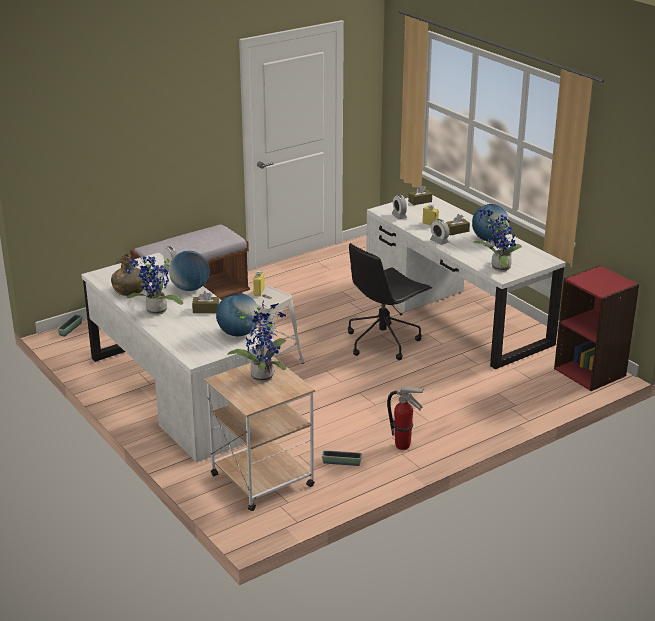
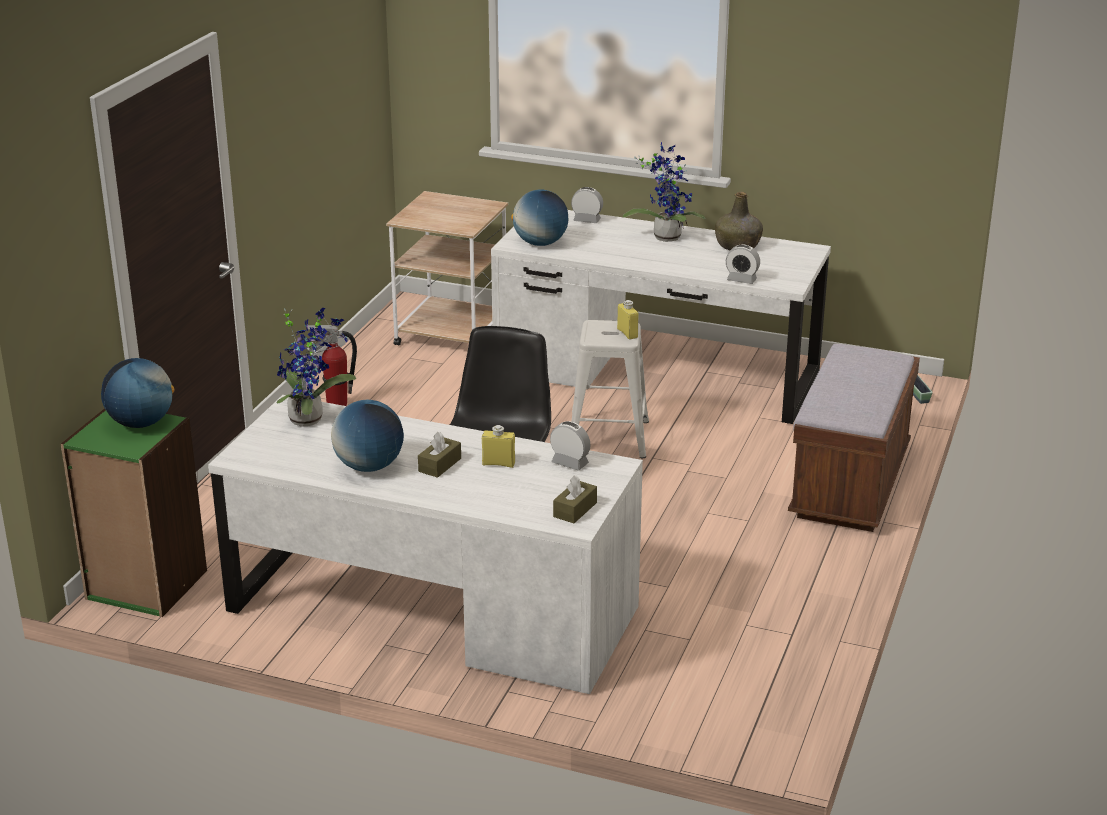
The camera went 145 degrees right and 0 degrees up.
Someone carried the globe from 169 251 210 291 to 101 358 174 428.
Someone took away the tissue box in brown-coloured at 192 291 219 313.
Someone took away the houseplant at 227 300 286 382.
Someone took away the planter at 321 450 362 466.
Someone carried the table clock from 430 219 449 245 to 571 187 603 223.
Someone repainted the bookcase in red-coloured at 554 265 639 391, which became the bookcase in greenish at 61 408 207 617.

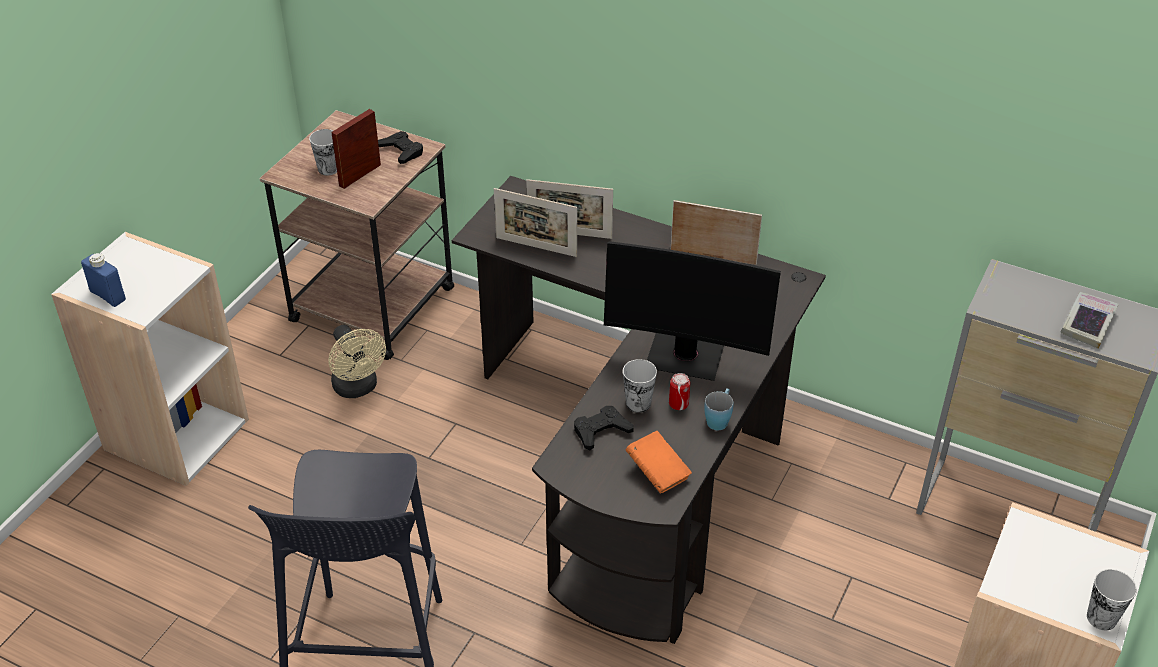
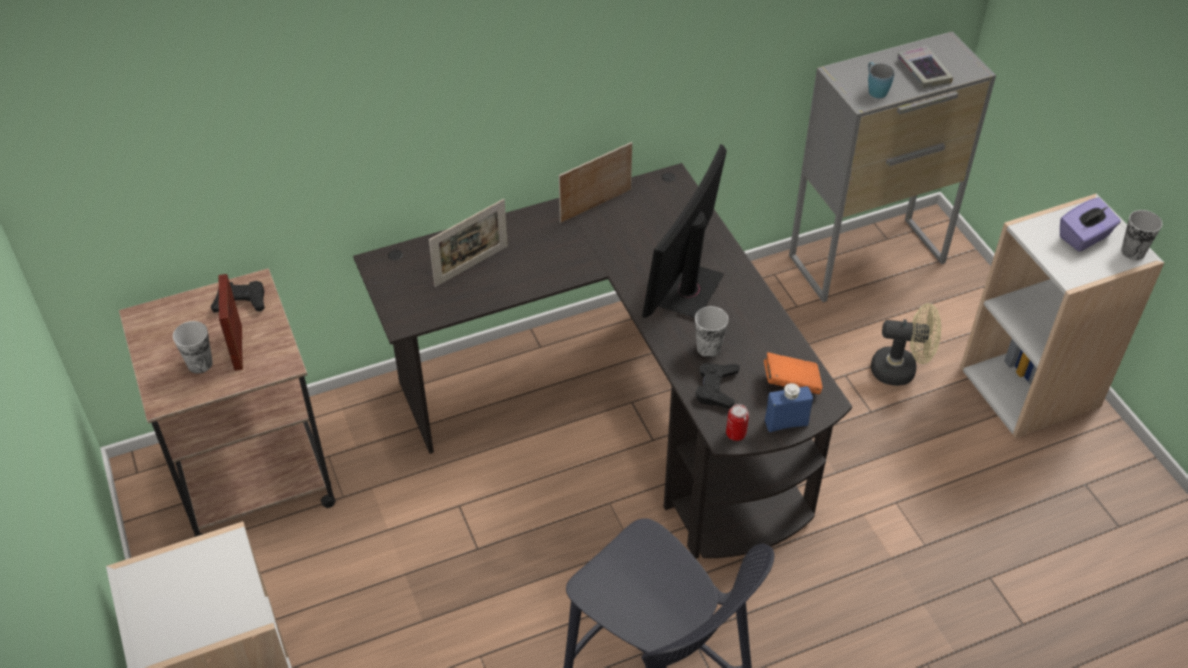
The camera went 50 degrees left and 5 degrees up.
Someone carried the bottle in bluish from 81 253 126 307 to 765 383 813 432.
Someone carried the electric fan in sand-coloured from 328 325 386 398 to 871 303 941 386.
Someone took away the picture frame at 494 188 577 257.
Someone rotated the monitor at 604 241 781 381 by 150 degrees clockwise.
Someone carried the sealed can from 669 373 690 410 to 726 404 749 441.
Someone carried the tea mug in bluish from 704 388 733 430 to 868 62 895 98.
Someone put down the tissue box in purplish at 1060 198 1121 252.

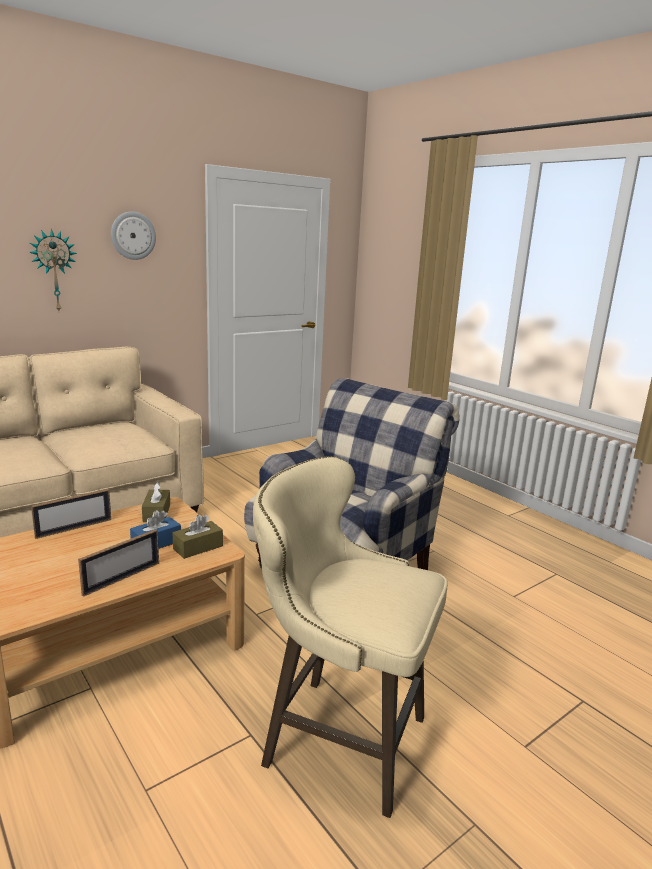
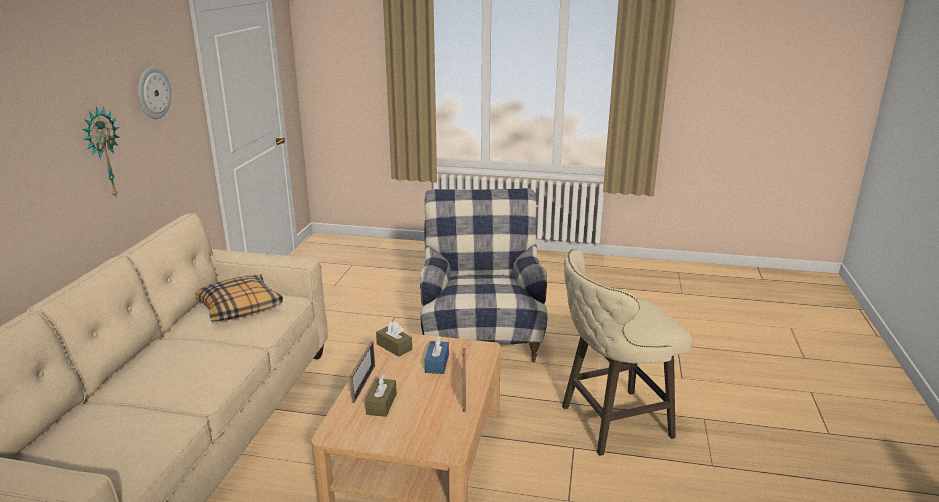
The camera went 40 degrees left and 5 degrees up.
Someone carried the tissue box in brown-coloured from 173 514 223 559 to 365 375 397 417.
Someone put down the throw pillow at 195 275 283 322.

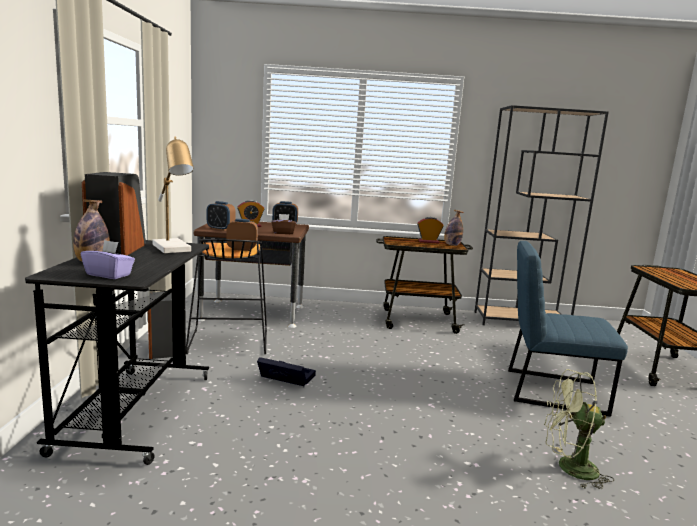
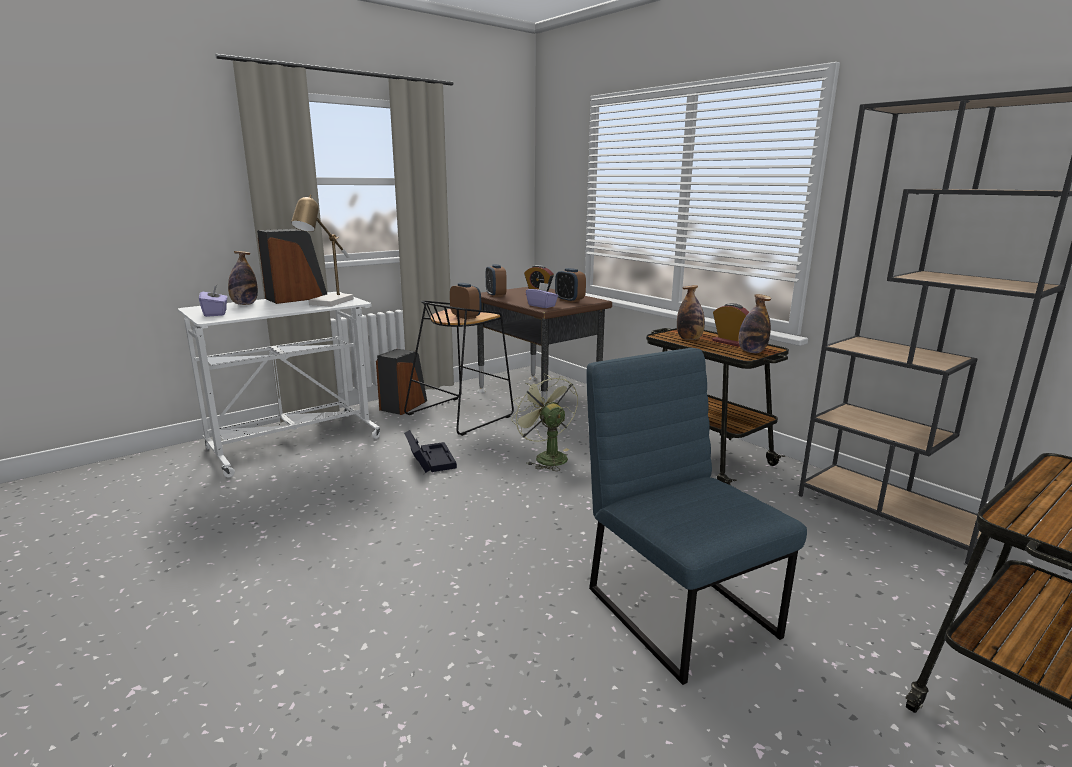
The camera went 50 degrees right and 5 degrees up.
Someone repainted the desk table in black at 25 240 209 465, which became the desk table in white at 178 292 380 478.
Someone repainted the tissue box in brown-coloured at 271 214 296 234, which became the tissue box in purplish at 526 282 558 308.
Someone carried the electric fan in greenish from 544 369 614 489 to 511 374 578 471.
Someone put down the bottle at 677 285 705 340.

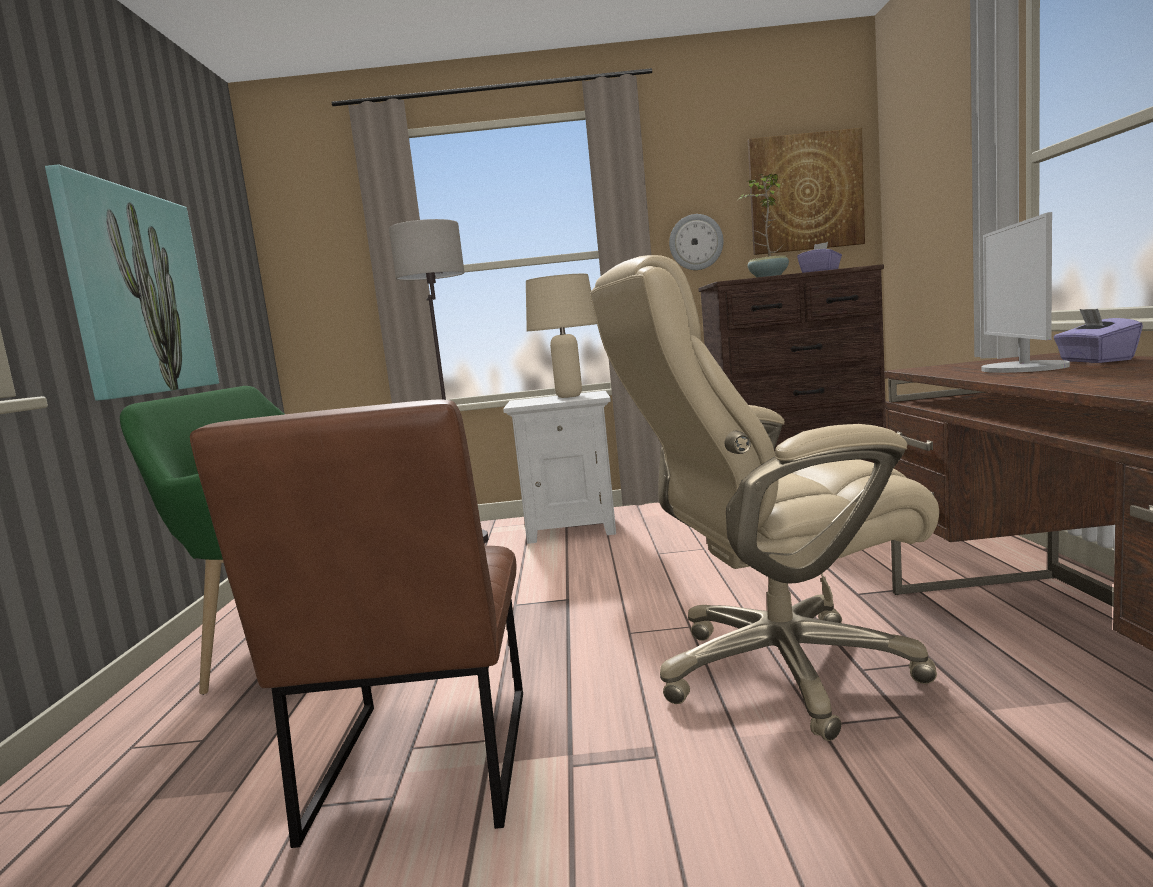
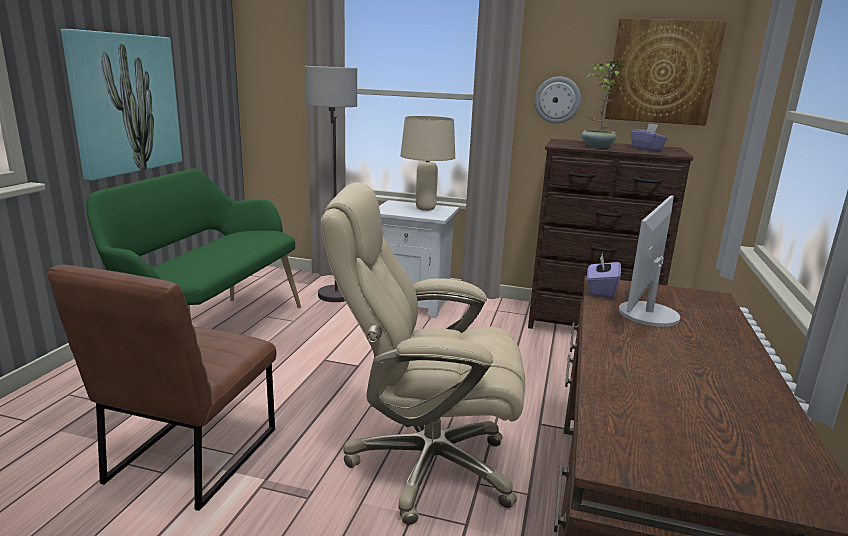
The camera went 15 degrees right and 10 degrees up.
Someone carried the tissue box in purplish from 1054 309 1143 363 to 587 254 621 299.

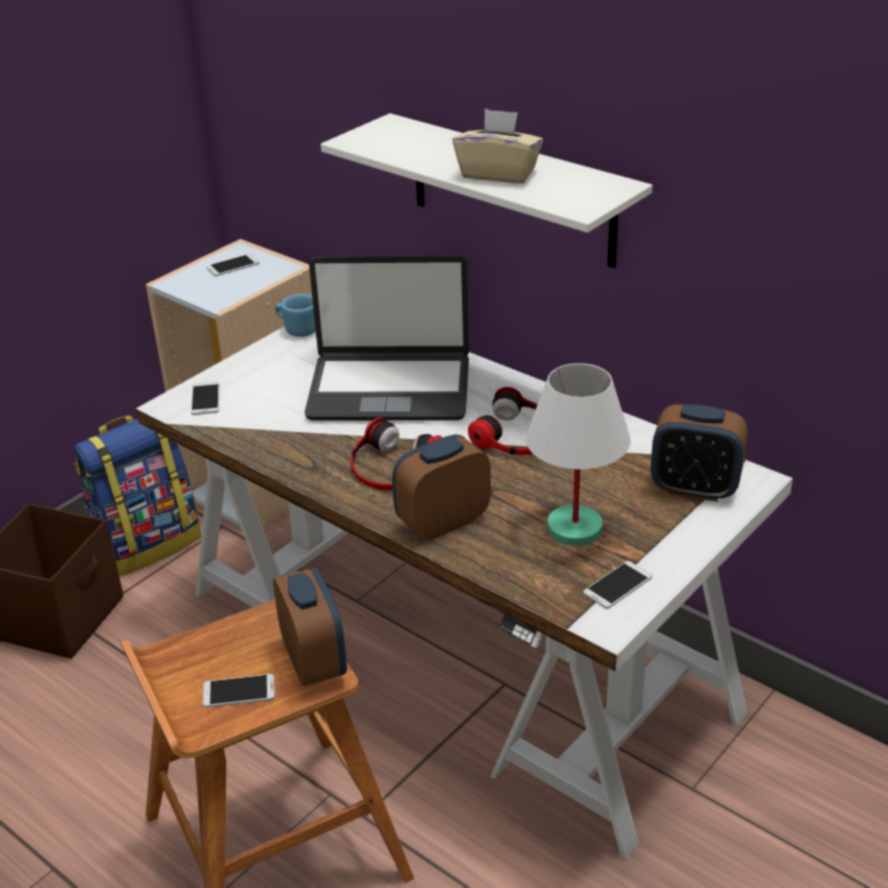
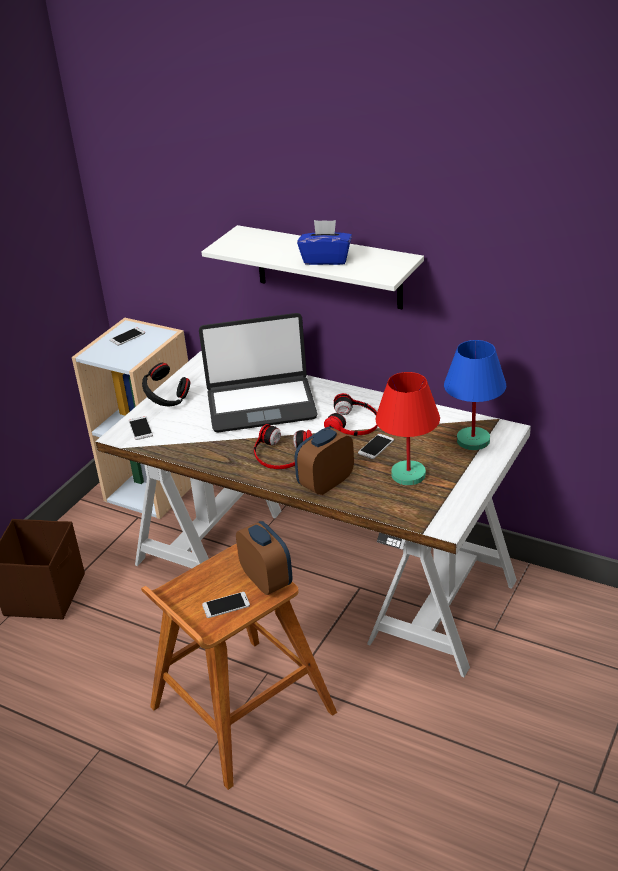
The camera went 10 degrees left and 0 degrees up.
Someone took away the rucksack at 75 416 201 576.
Someone took away the tea mug in bluish at 275 294 316 337.
Someone repainted the tissue box in sand-coloured at 453 109 543 184, which became the tissue box in bluish at 297 220 352 265.
Someone repainted the tabletop lamp in white at 526 363 630 546, which became the tabletop lamp in red-coloured at 375 372 440 485.
Someone carried the phone from 583 561 652 609 to 358 434 394 459.
Someone swapped the table clock at 651 404 748 502 for the tabletop lamp in bluish at 444 340 506 450.
Someone put down the headphones in black at 142 363 190 407.

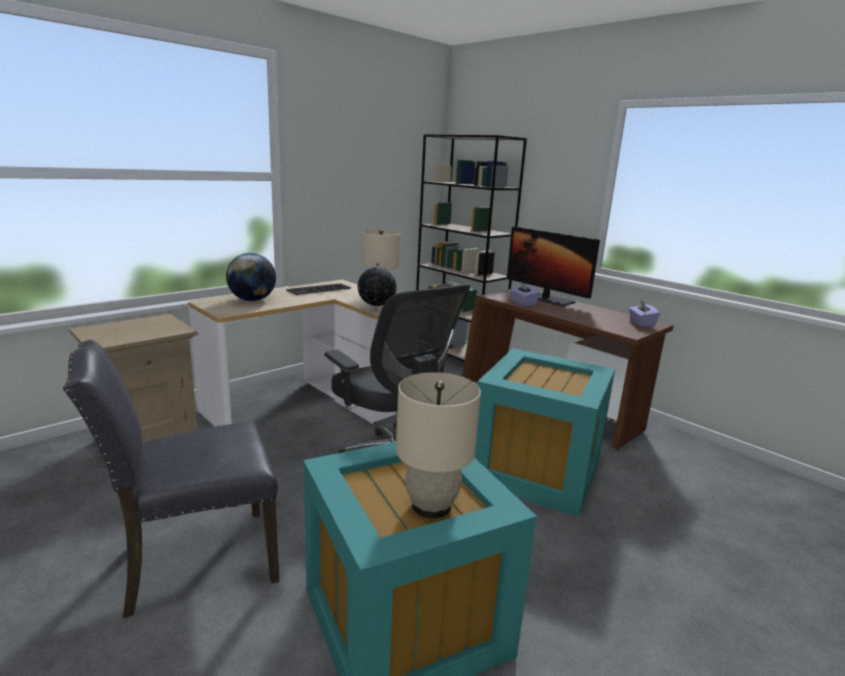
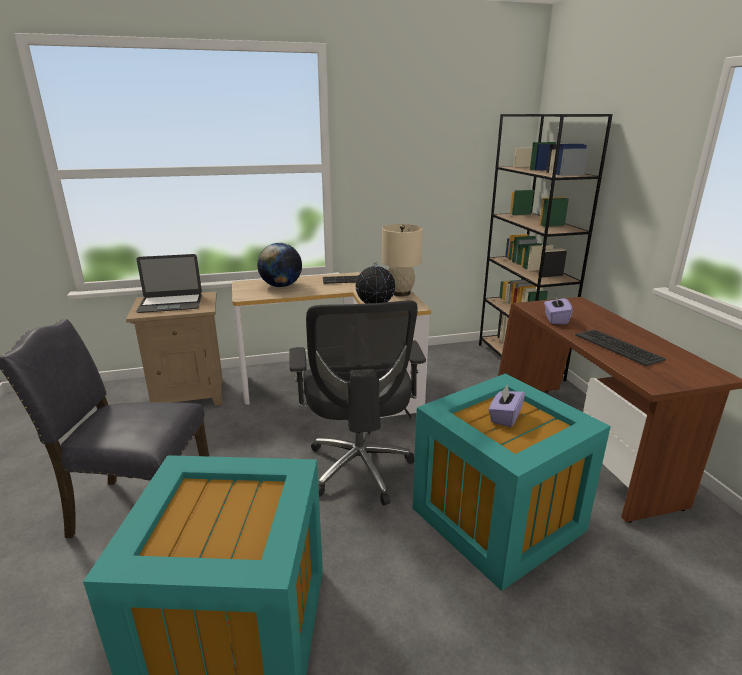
The camera went 30 degrees right and 5 degrees up.
Someone took away the tabletop lamp in sand-coloured at 396 372 481 518.
Someone took away the monitor at 507 227 600 306.
Someone carried the tissue box in purplish from 629 299 660 327 to 489 384 525 428.
Someone put down the laptop at 136 254 202 313.
Someone put down the keyboard at 575 330 666 366.

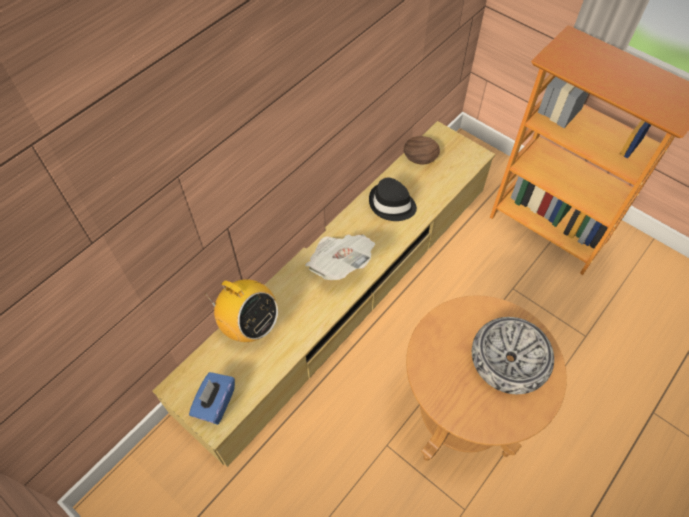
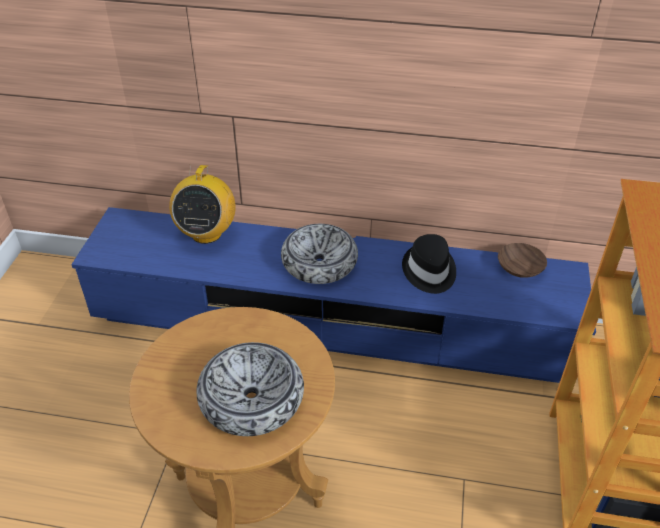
The camera went 60 degrees right and 15 degrees down.
Someone repainted the media console in sand-coloured at 152 121 495 467, which became the media console in bluish at 71 207 596 383.
Someone took away the tissue box in bluish at 189 372 235 425.
Someone swapped the newspaper at 305 234 375 280 for the bowl at 281 224 358 284.

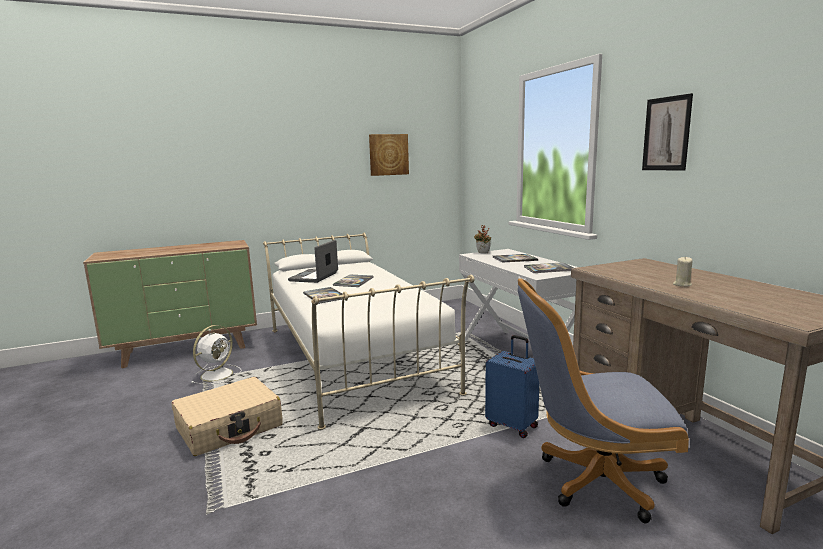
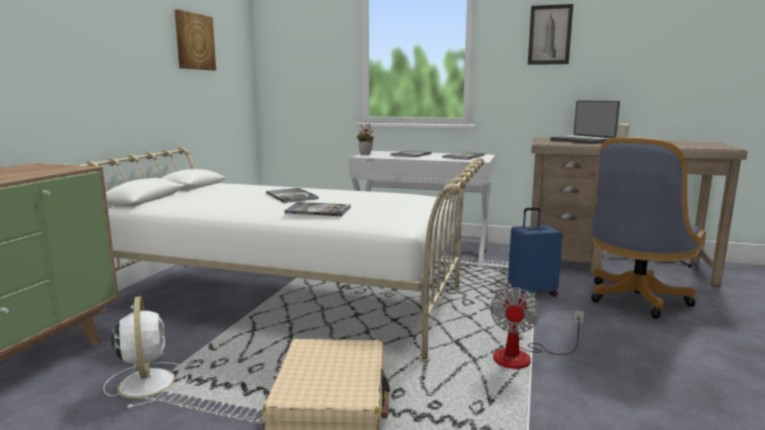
The camera went 50 degrees left and 0 degrees up.
Someone carried the laptop from 288 240 338 283 to 551 100 620 144.
Someone put down the electric fan at 490 287 584 369.

